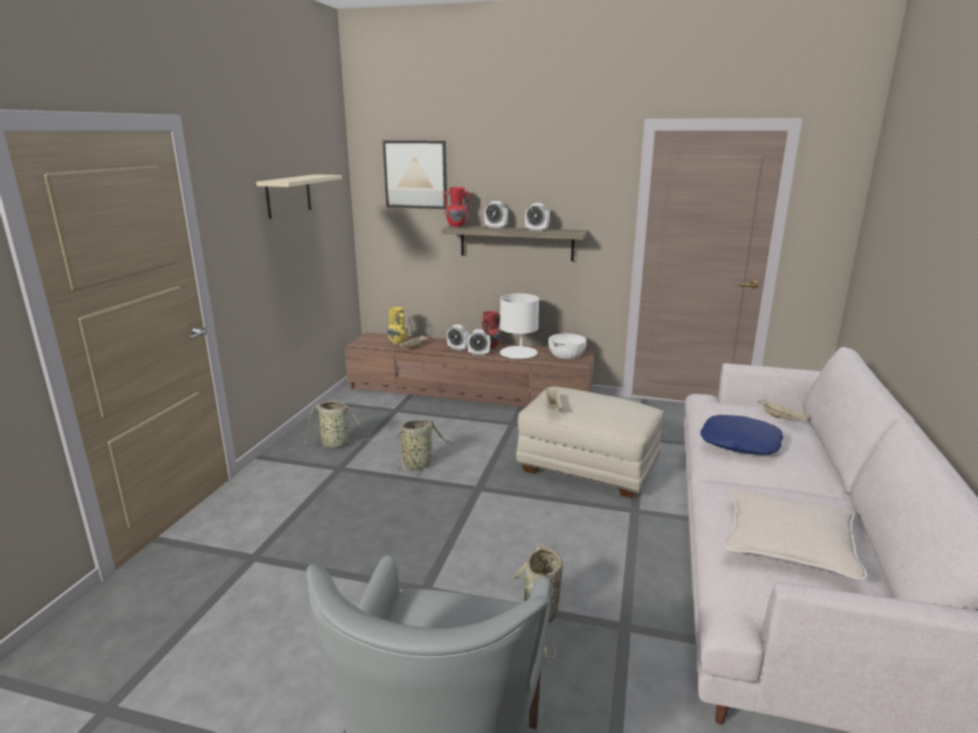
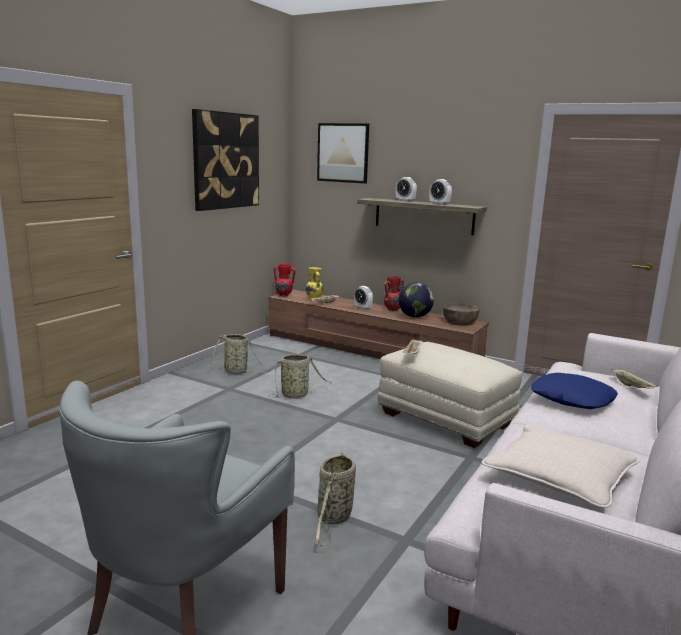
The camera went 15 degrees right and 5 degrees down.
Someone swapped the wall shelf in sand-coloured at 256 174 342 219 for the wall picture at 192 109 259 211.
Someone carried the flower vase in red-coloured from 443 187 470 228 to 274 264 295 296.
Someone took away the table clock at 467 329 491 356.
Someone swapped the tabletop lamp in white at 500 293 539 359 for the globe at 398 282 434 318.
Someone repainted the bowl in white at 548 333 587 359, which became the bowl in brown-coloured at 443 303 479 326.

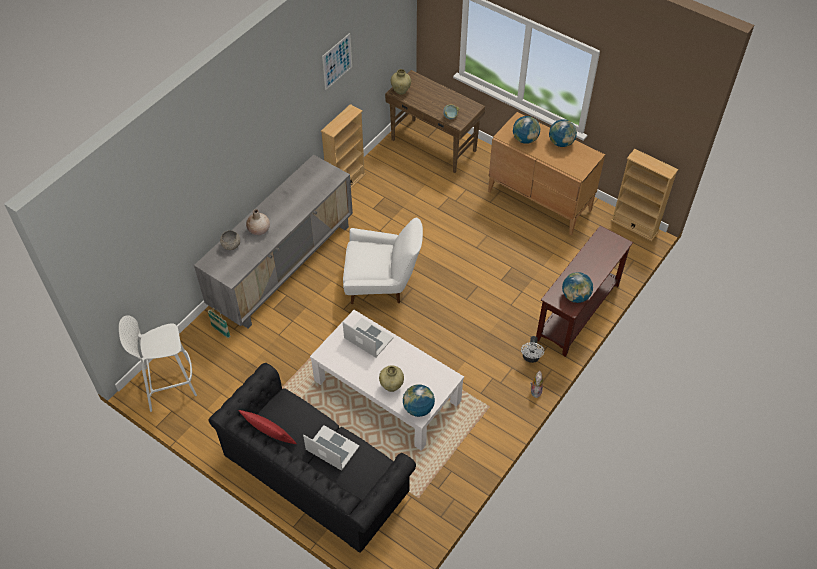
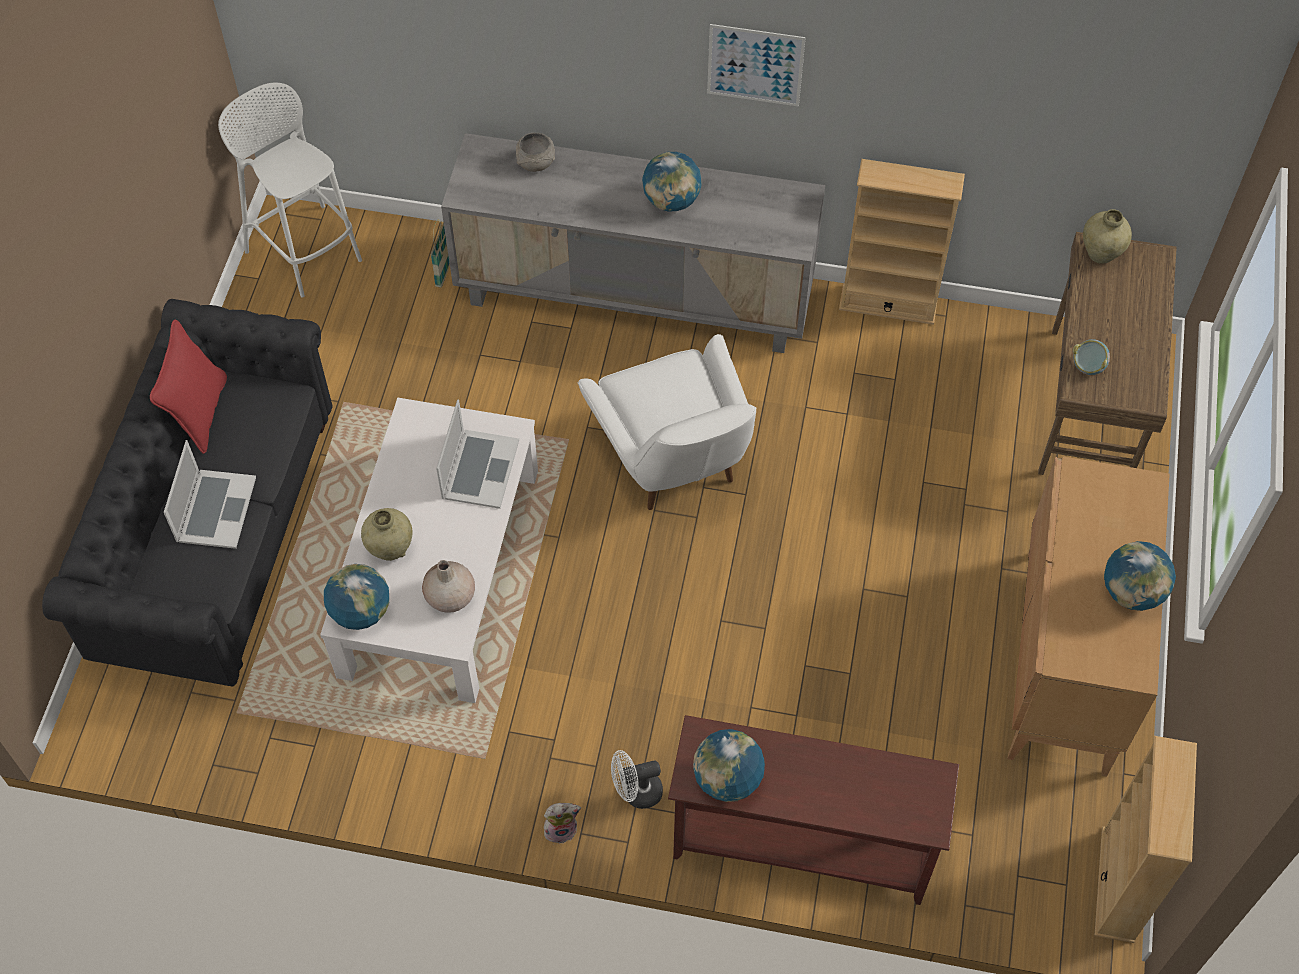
The camera went 65 degrees right and 5 degrees up.
Someone carried the flower vase in sand-coloured from 246 209 270 235 to 422 560 475 613.
Someone carried the wall picture from 322 33 352 90 to 707 24 806 107.
Someone carried the globe from 513 116 540 144 to 642 152 702 211.

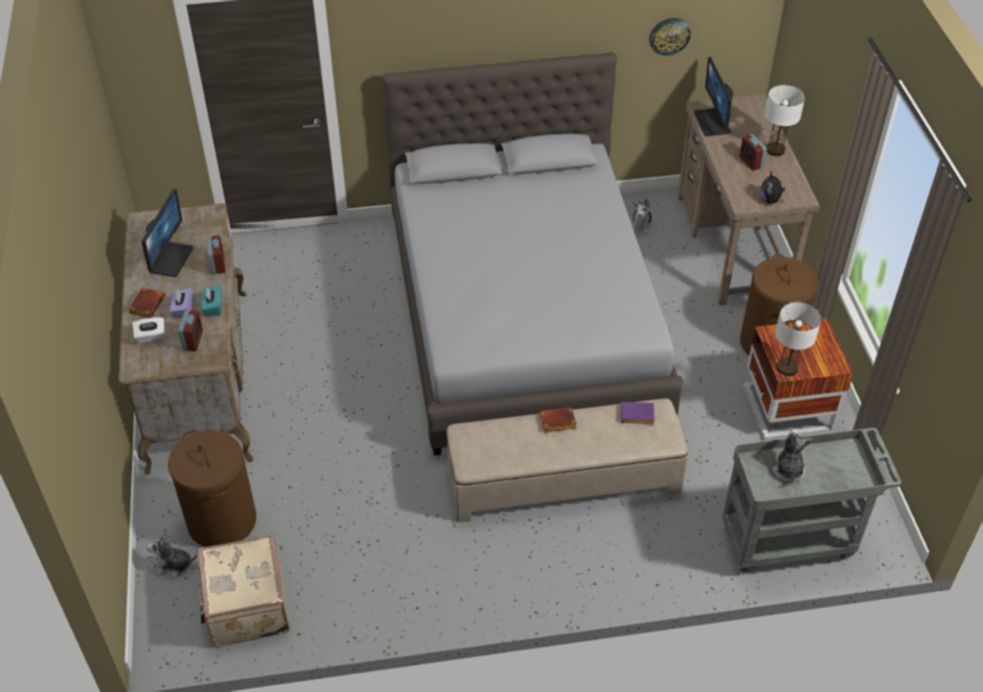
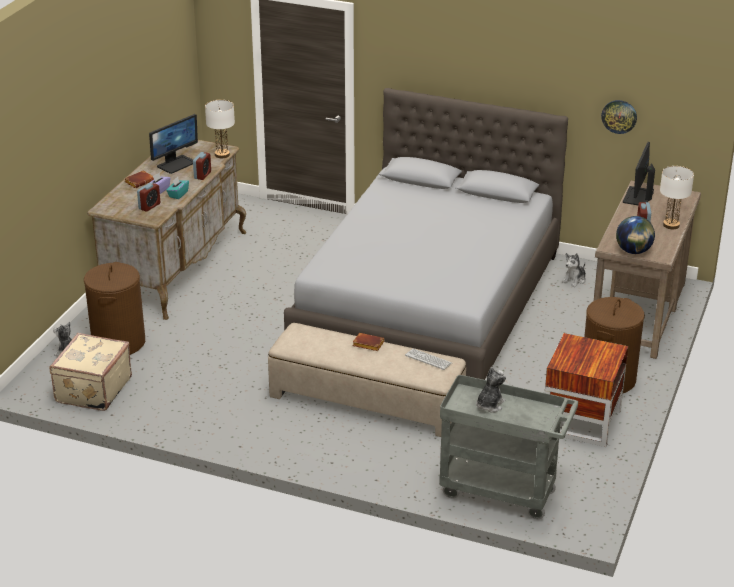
The camera went 30 degrees right and 15 degrees down.
Someone took away the tissue box in white at 133 317 165 344.
Someone swapped the volume in purplish at 621 402 655 424 for the keyboard at 405 349 452 370.
Someone swapped the plush toy at 760 171 785 204 for the globe at 616 216 655 254.
Someone carried the tabletop lamp from 775 302 821 376 to 205 100 235 158.

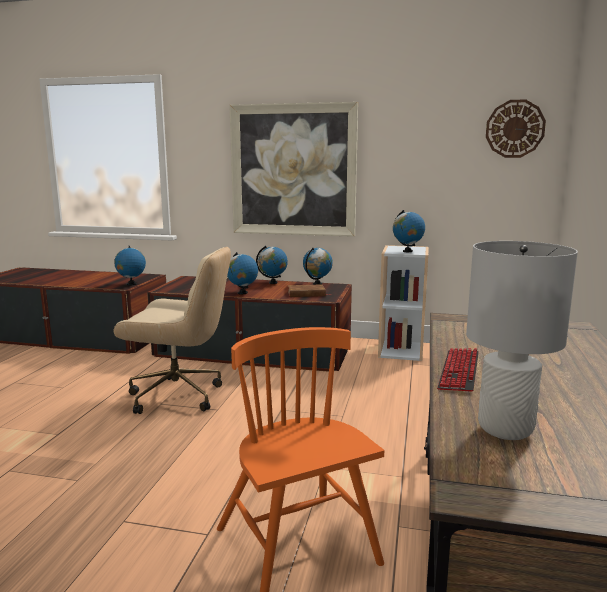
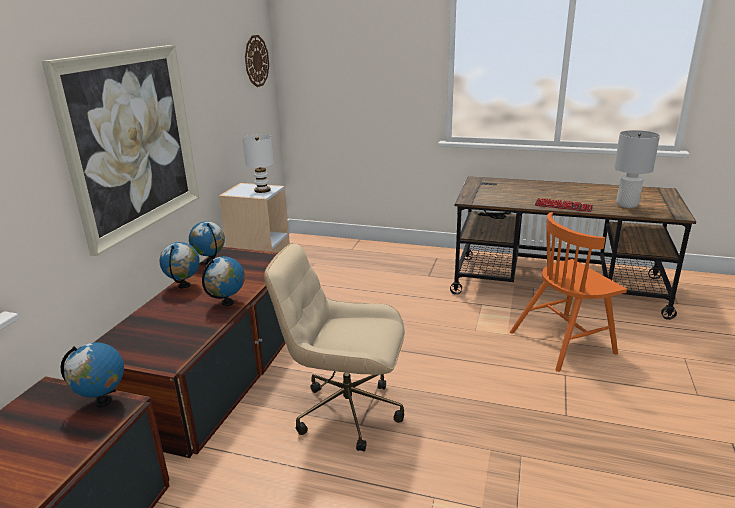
The camera went 85 degrees left and 10 degrees up.
Someone rotated the desk chair in sand-coloured at 113 247 231 414 by 90 degrees counterclockwise.
Someone took away the volume in brown-coloured at 288 284 330 297.
Someone swapped the globe at 393 210 425 252 for the tabletop lamp in white at 242 134 274 193.

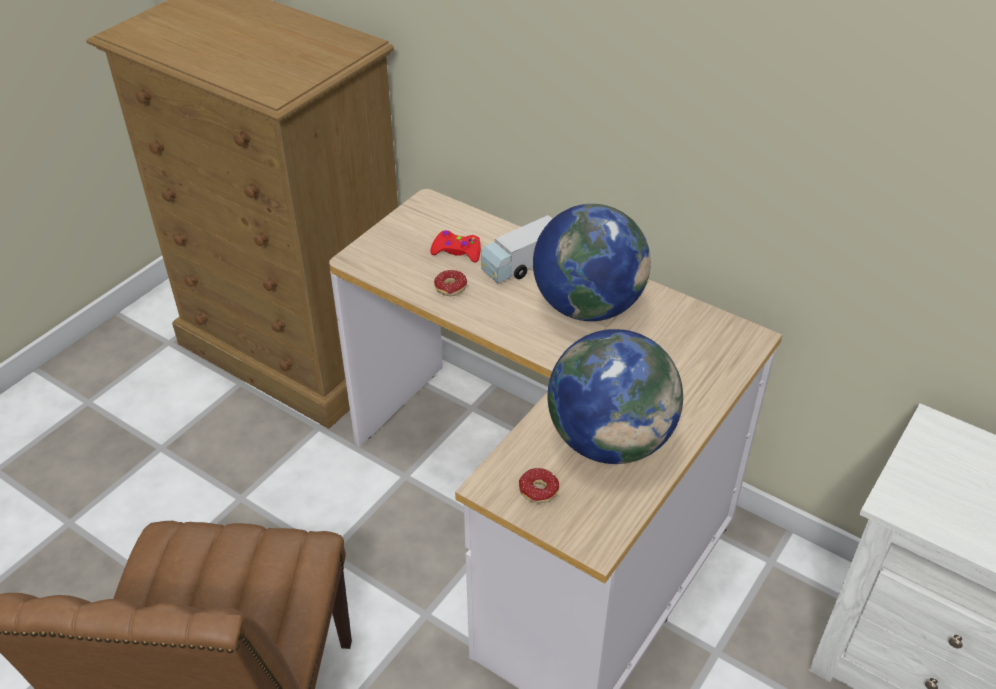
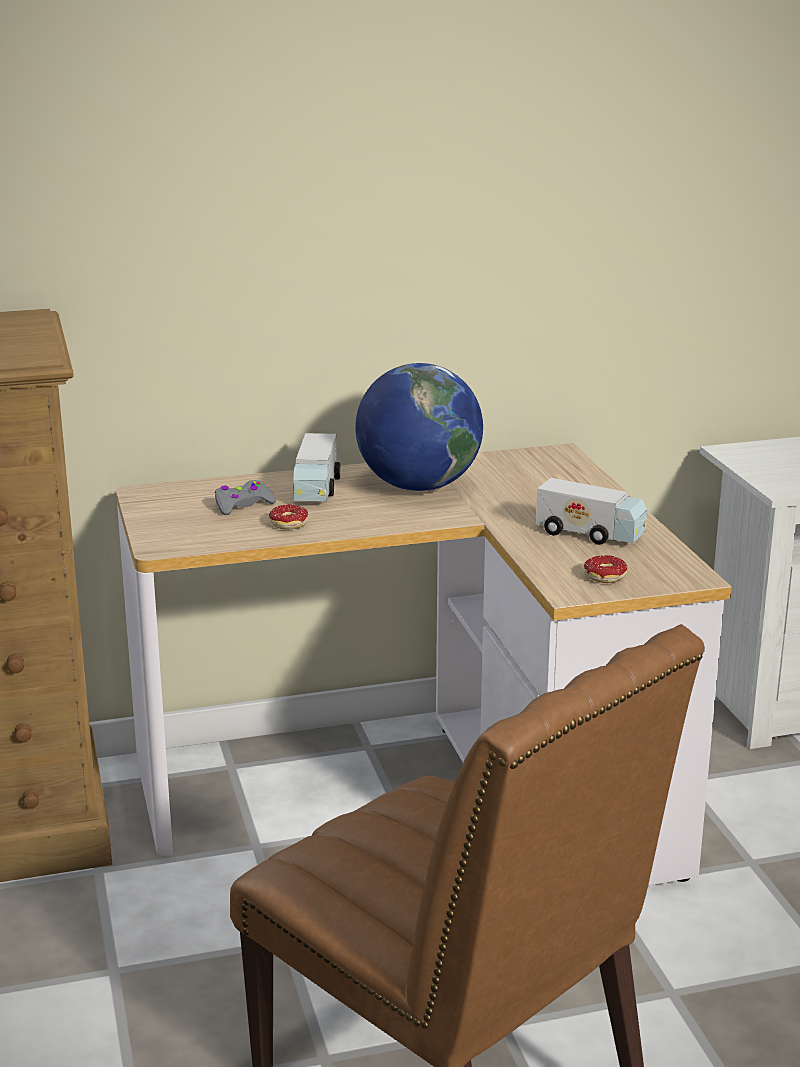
The camera went 50 degrees left and 20 degrees down.
Someone repainted the gamepad in red-coloured at 430 230 481 262, which became the gamepad in grey at 215 480 276 515.
Someone swapped the globe at 548 329 683 464 for the toy truck at 536 478 647 545.

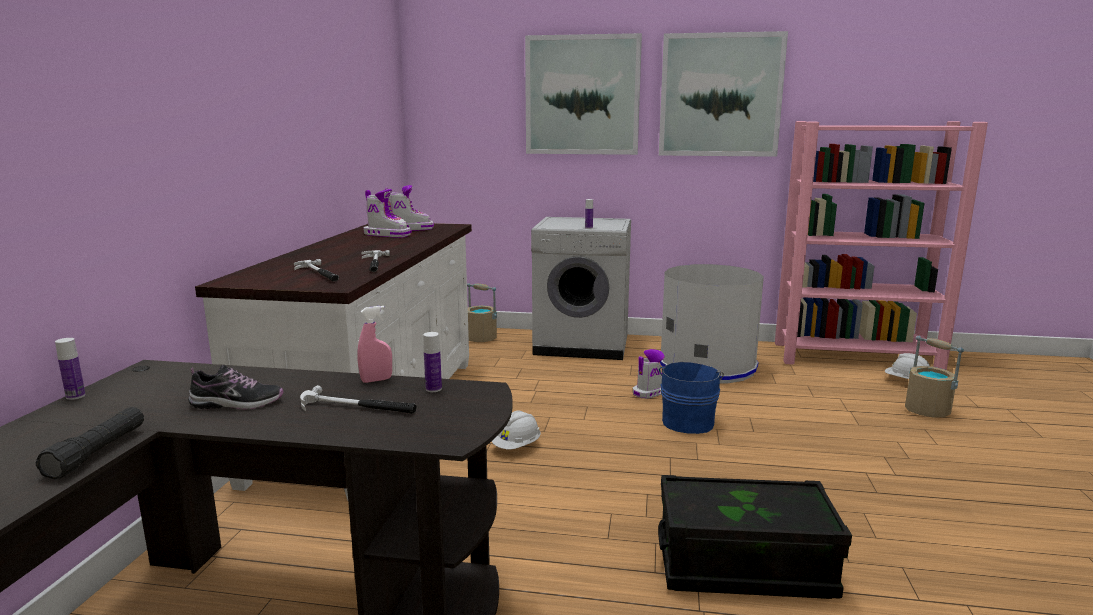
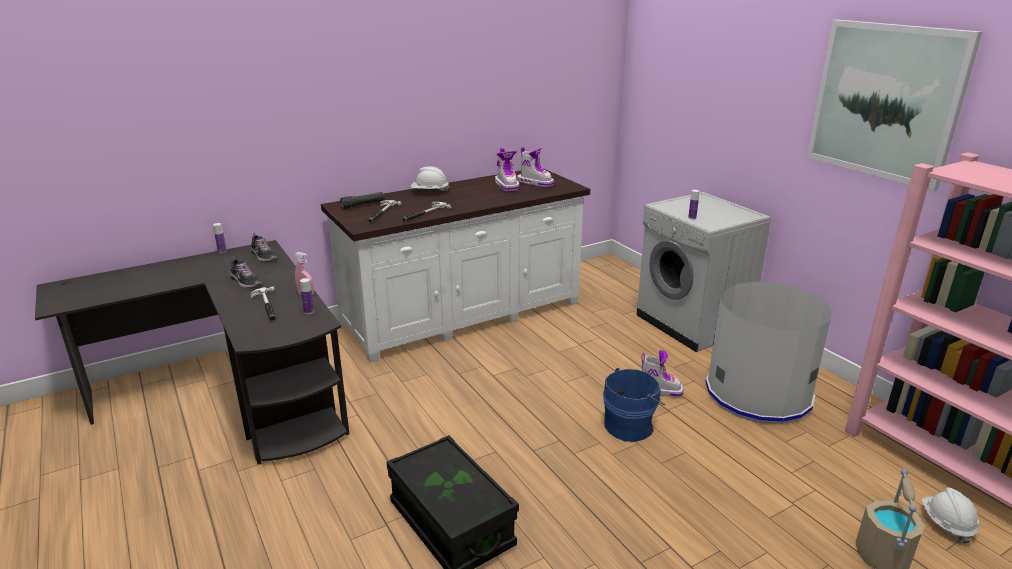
The camera went 50 degrees right and 10 degrees up.
Someone carried the flashlight in black from 36 407 144 479 to 340 192 385 209.
Someone took away the bucket in sand-coloured at 467 283 497 342.
Someone carried the hard hat in white from 492 411 541 449 to 411 166 449 192.
Someone took away the wall picture at 525 33 642 155.
Someone put down the shoe at 251 233 277 262.

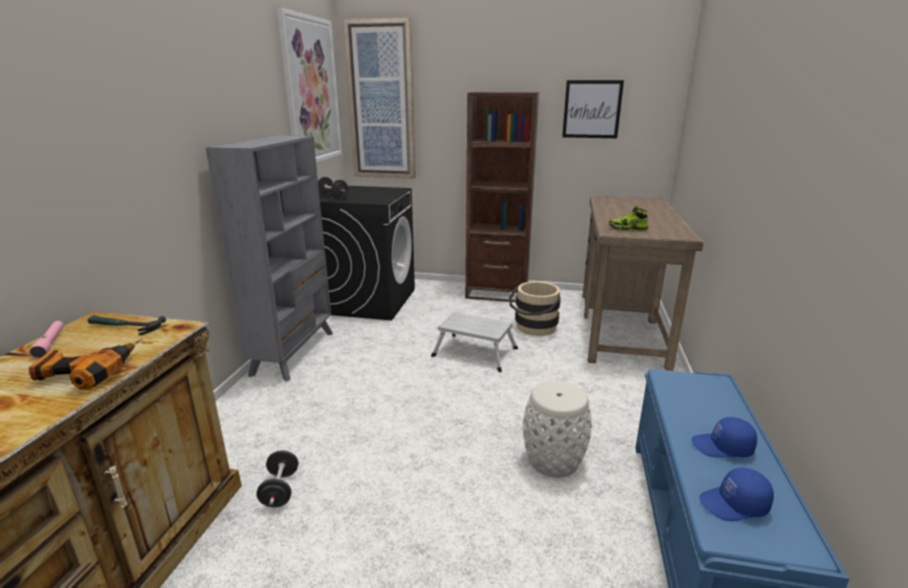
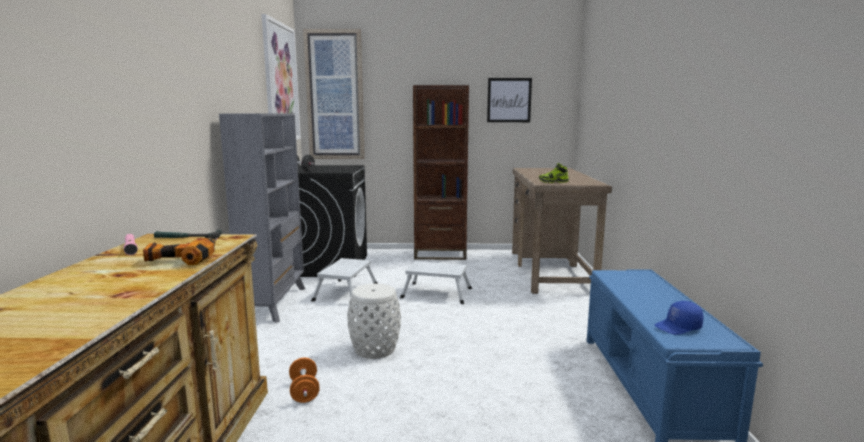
The camera went 10 degrees left and 10 degrees down.
Someone repainted the dumbbell in black at 256 450 298 507, which became the dumbbell in orangey at 289 358 320 403.
Someone took away the bucket in sand-coloured at 509 281 561 336.
Someone carried the sitting stool in white from 523 381 592 477 to 347 283 401 359.
Someone took away the baseball cap in bluish at 691 417 757 457.
Someone put down the stepladder in white at 311 258 378 302.

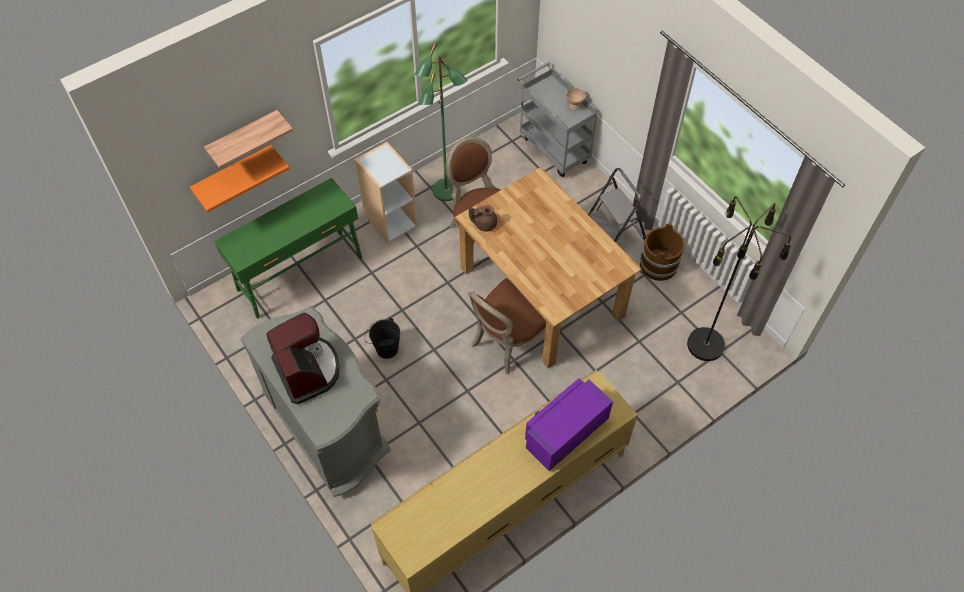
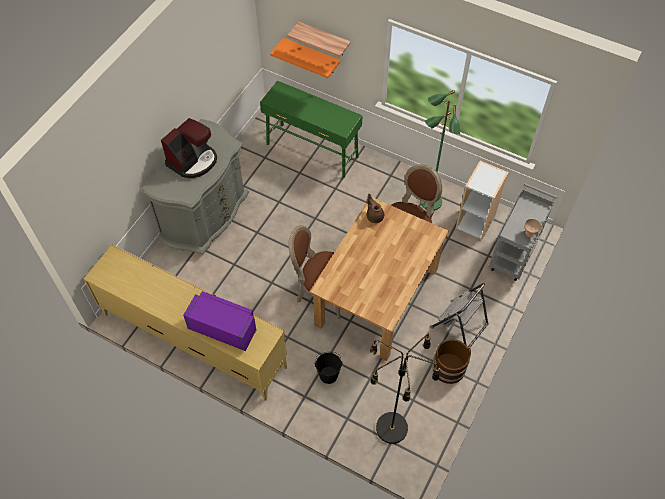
The camera went 65 degrees right and 0 degrees up.
Someone carried the bookcase from 355 142 418 243 to 456 161 509 240.
Someone carried the bucket in black from 365 317 400 359 to 315 352 343 384.

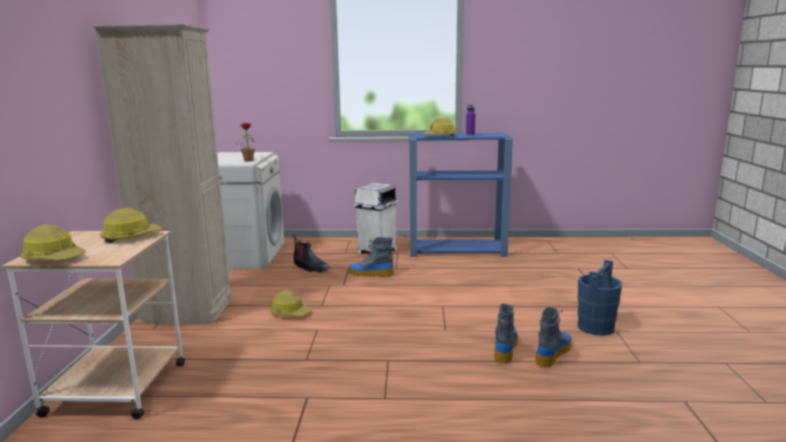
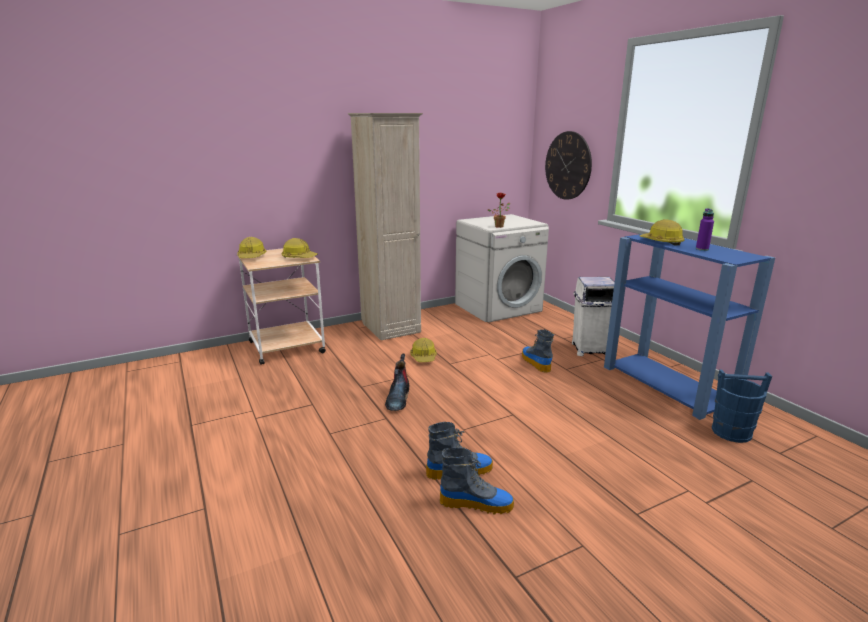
The camera went 60 degrees right and 5 degrees up.
Someone carried the tall boot from 292 234 330 272 to 385 354 409 411.
Someone carried the bucket in bluish from 577 260 623 336 to 712 369 772 443.
Someone put up the clock on the wall at 545 131 592 200.

